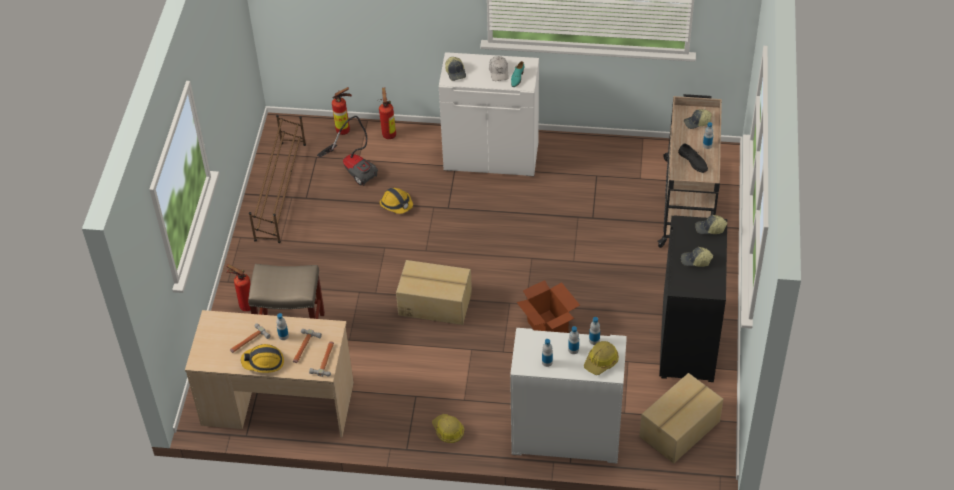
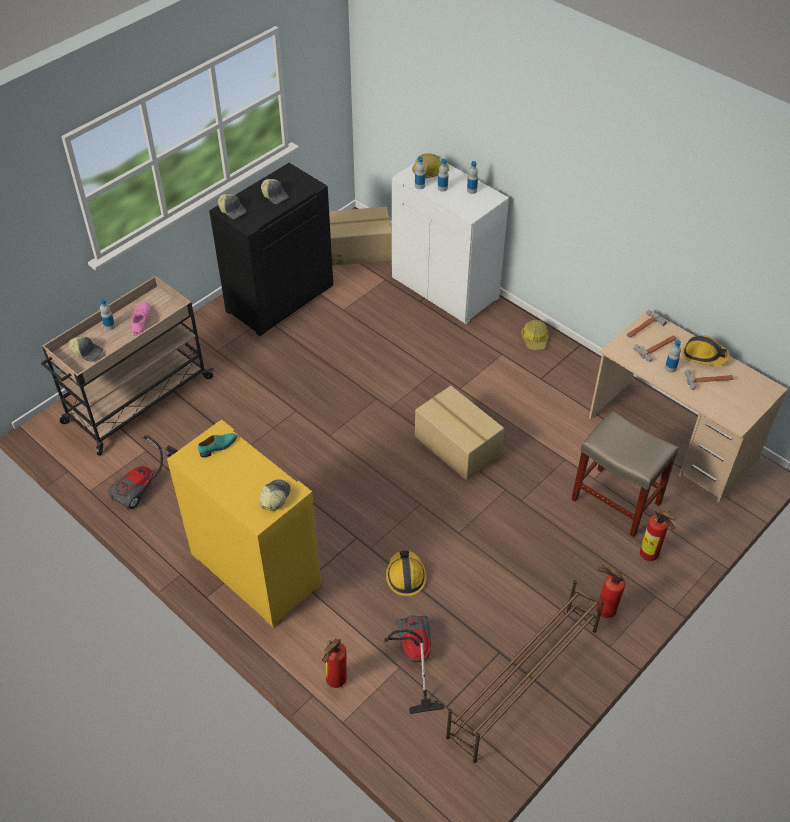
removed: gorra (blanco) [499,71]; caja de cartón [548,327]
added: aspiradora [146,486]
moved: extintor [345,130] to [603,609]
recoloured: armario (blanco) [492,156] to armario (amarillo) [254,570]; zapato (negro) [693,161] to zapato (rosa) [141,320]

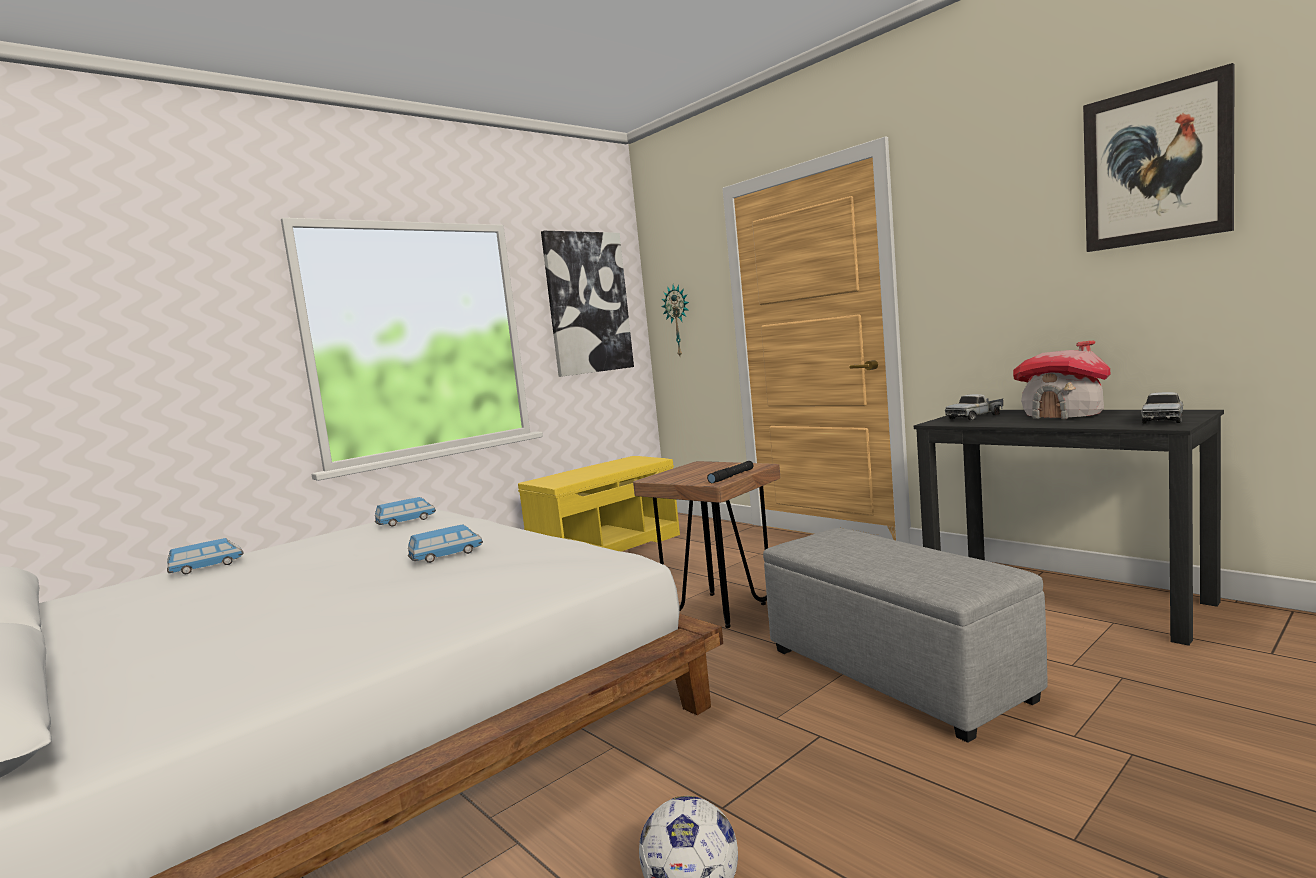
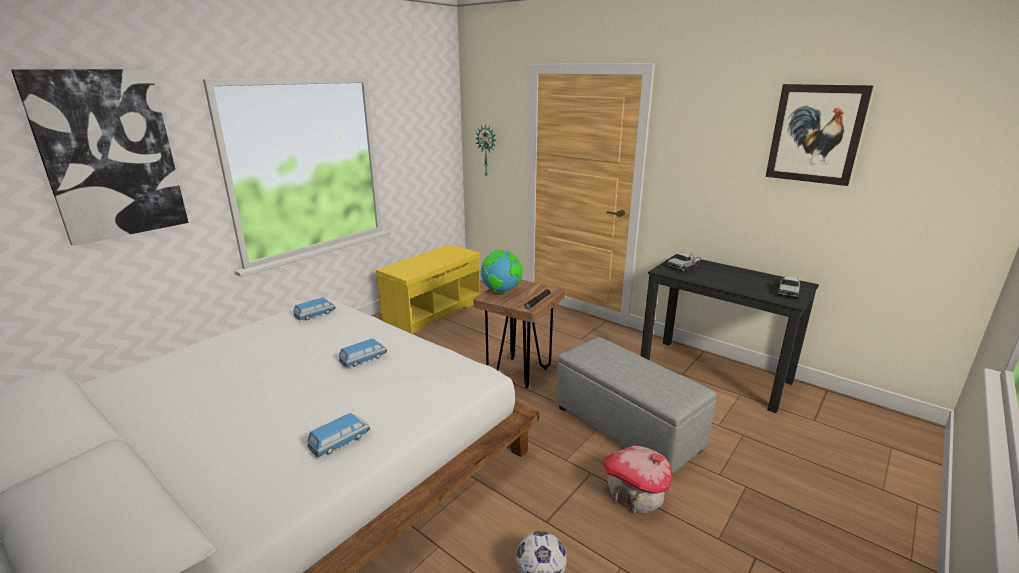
added: globo terráqueo [501,291]
moved: coche de juguete [207,567] to [340,442]; cuadro [587,303] to [110,155]; casita [1064,415] to [636,495]

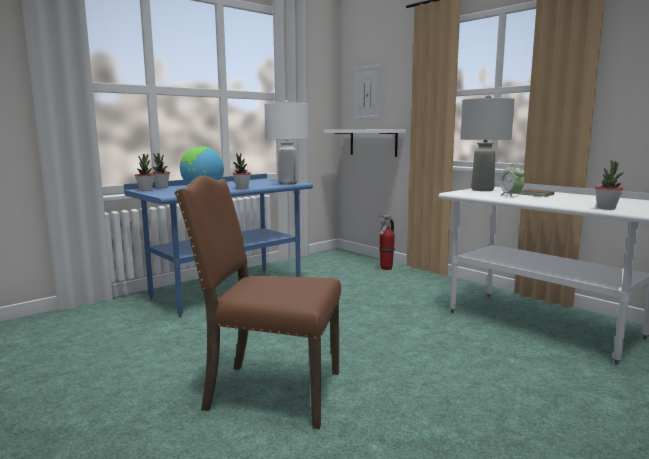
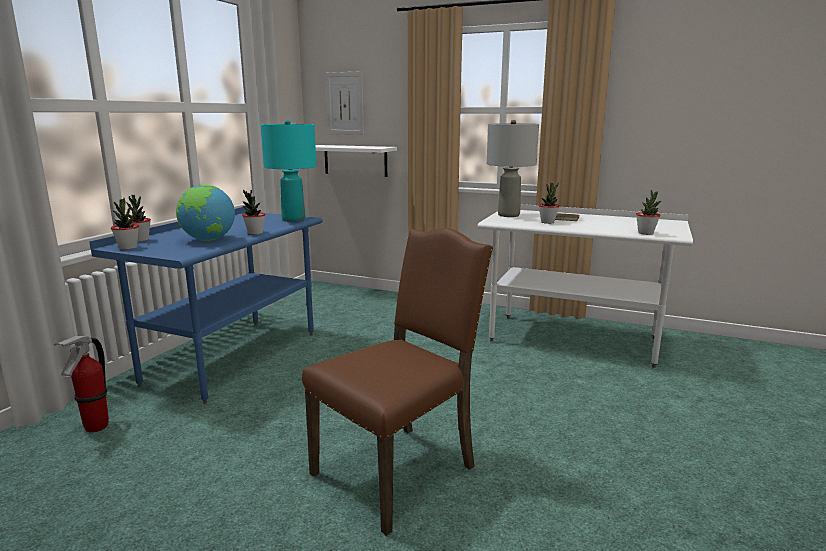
moved: extintor [386,268] to [96,427]
replaced: despertador [511,196] to planta en maceta [547,222]
recoloured: lámpara de mesa (blanco) [287,183] to lámpara de mesa (turquesa) [293,220]
turned: silla (marrón) [270,391] = [399,470] 150 degrees clockwise

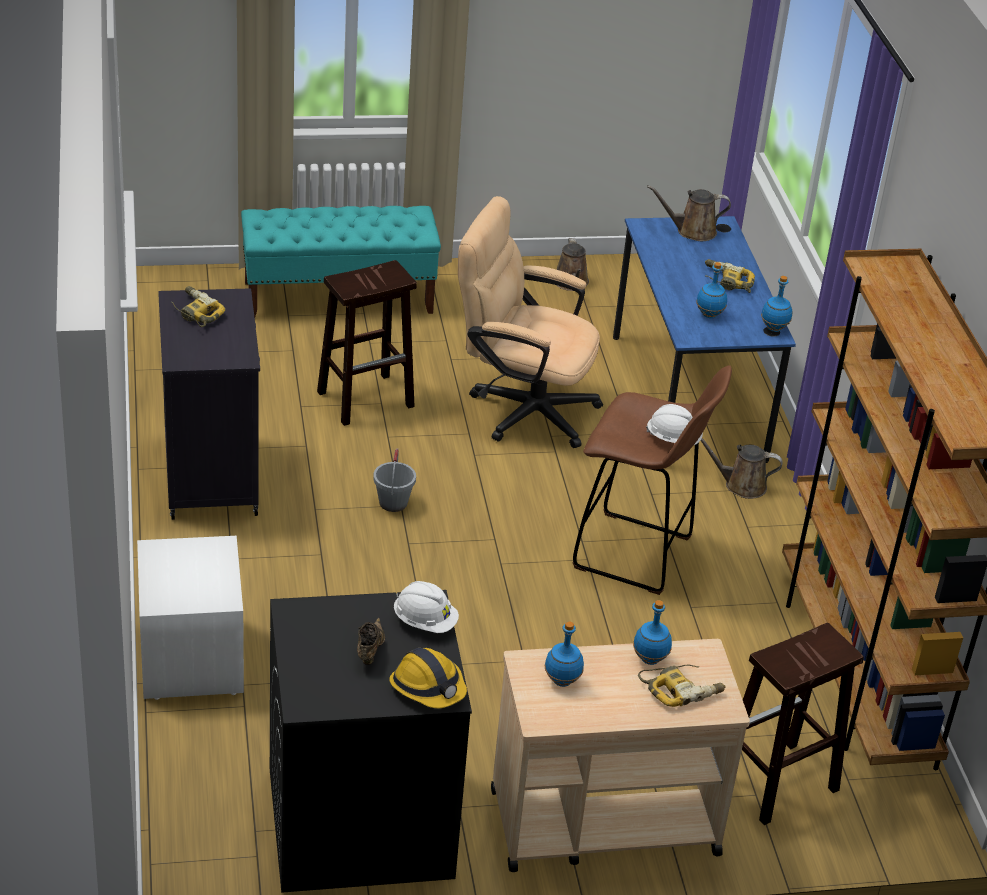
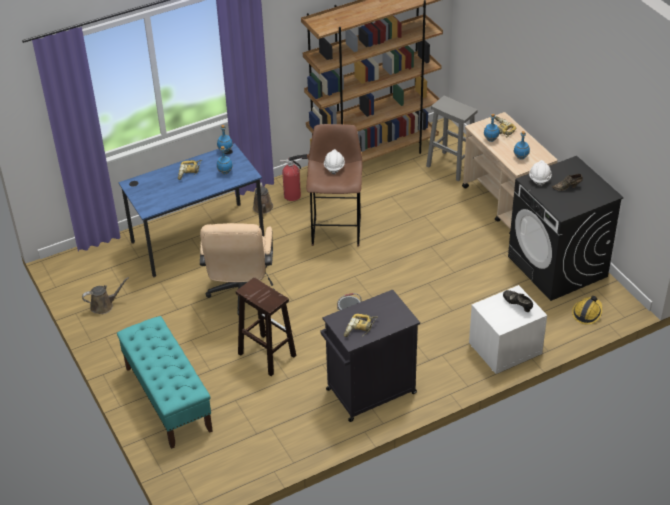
removed: regadera (marrón) [692,231]
added: extintor [294,195]; zapato (negro) [517,305]
moved: casco [428,688] to [587,313]
recoloured: taburete (marrón) [776,784] to taburete (gris) [452,166]

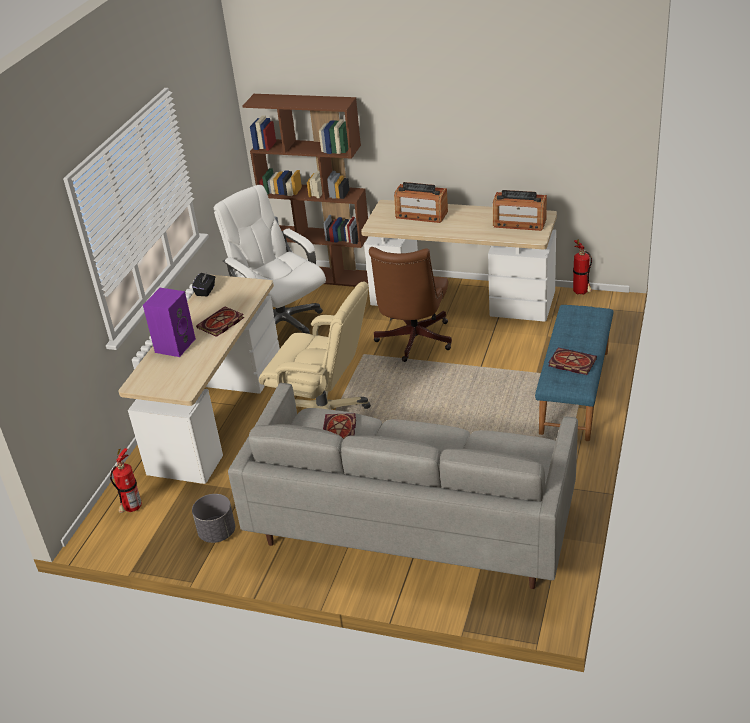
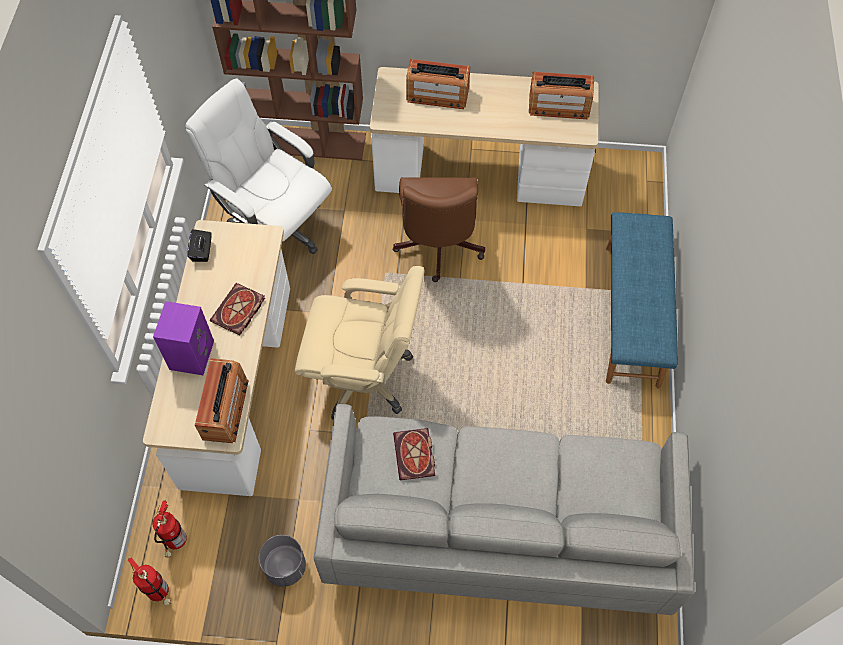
removed: libro [570,363]
added: radio [225,409]
moved: extintor [581,293] to [160,593]

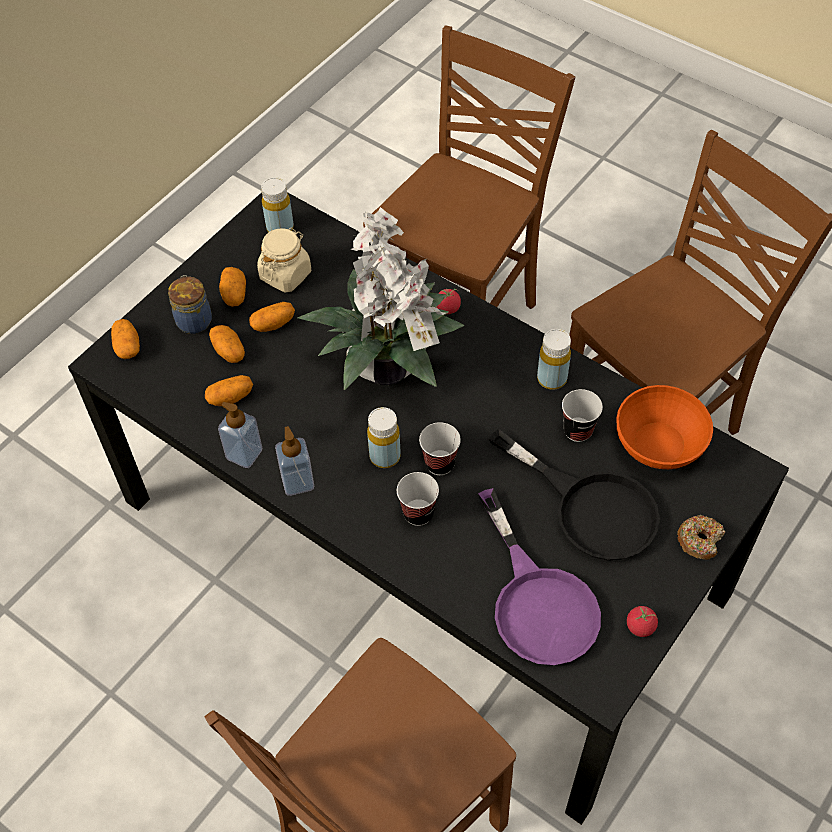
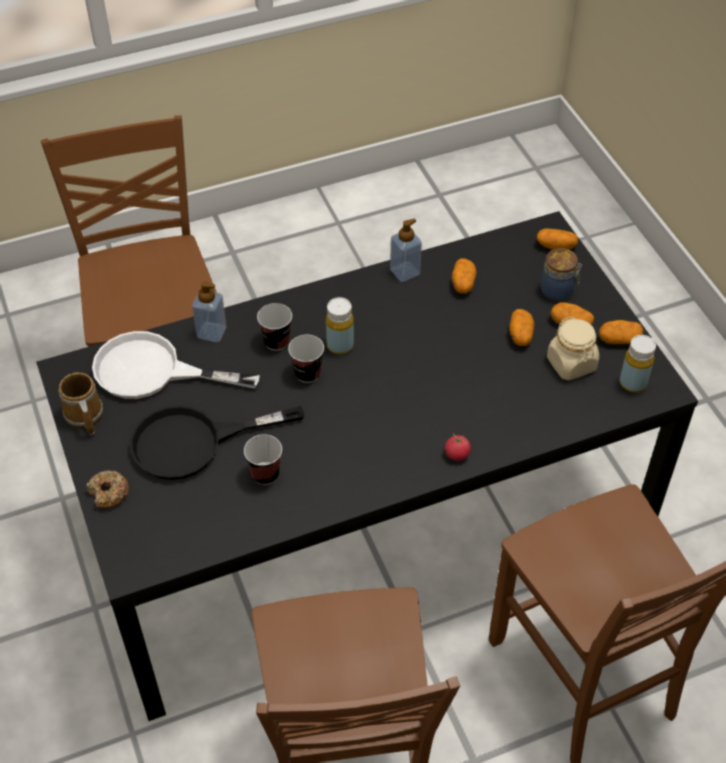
removed: planta en maceta [386,365]; botella (amarillo) [552,378]; cuenco (naranja) [659,443]
moved: patata [229,351] to [619,340]; dispensador de jabón [297,482] to [211,332]
replaced: tomate [640,626] to taza grande [83,416]
recoloured: sartén (morado) [538,601] to sartén (blanco) [153,371]

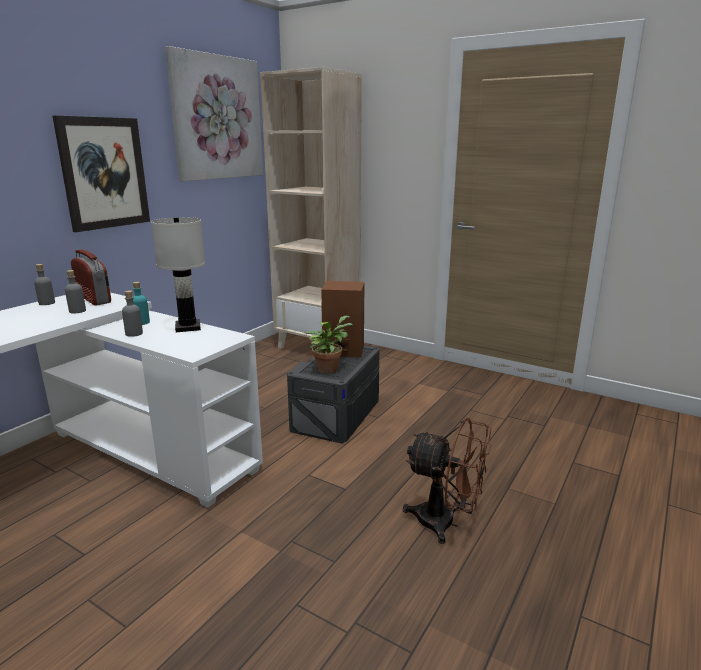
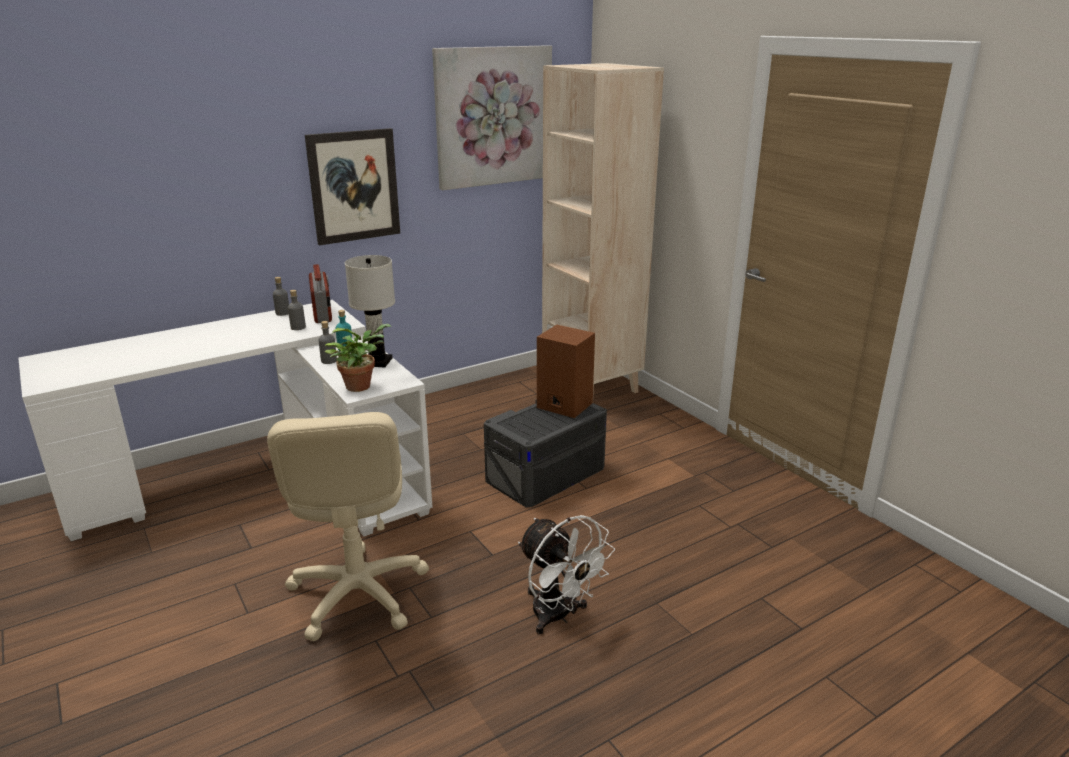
added: silla de oficina (beis) [357,593]
moved: planta en maceta [328,368] to [361,385]
recoloured: ventilador (marrón) [445,523] to ventilador (blanco) [559,616]

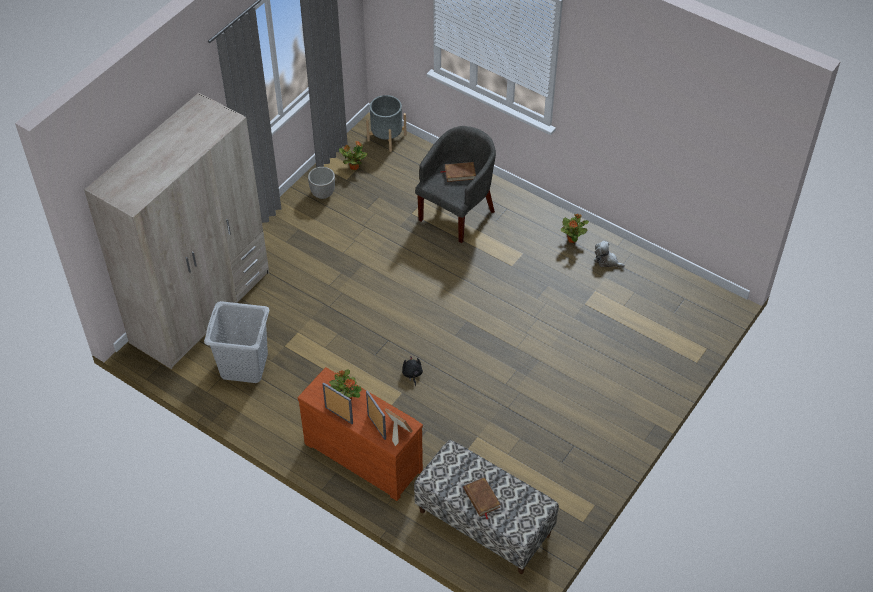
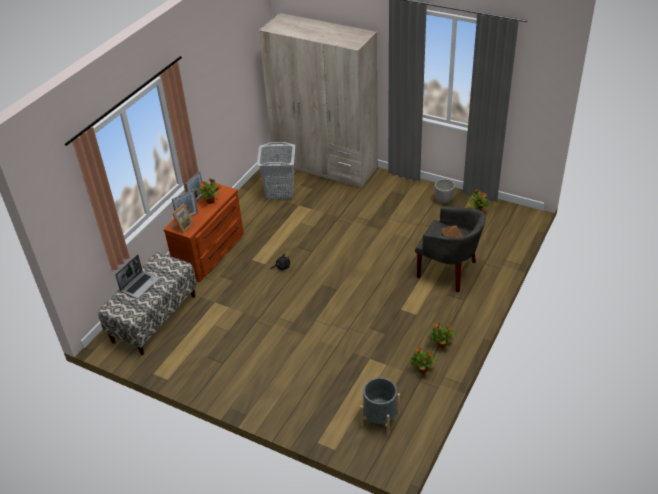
moved: maceta (gris) [386,137] to [380,419]
replaced: libro (marrón) [481,498] to portátil [140,285]; peluche [606,261] to planta en maceta [423,370]

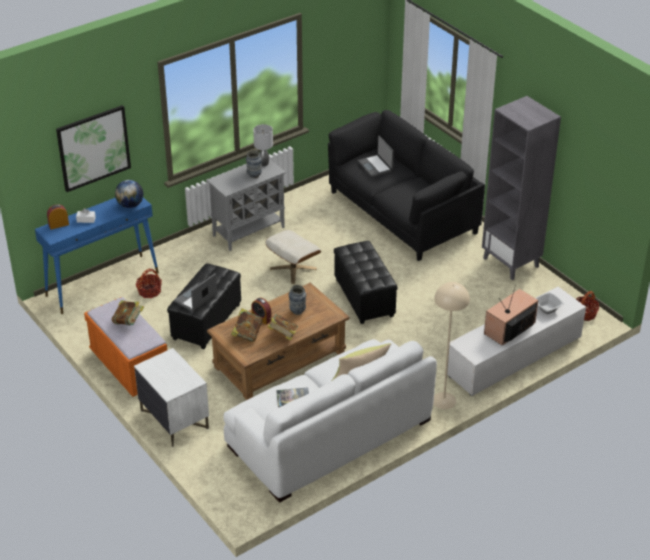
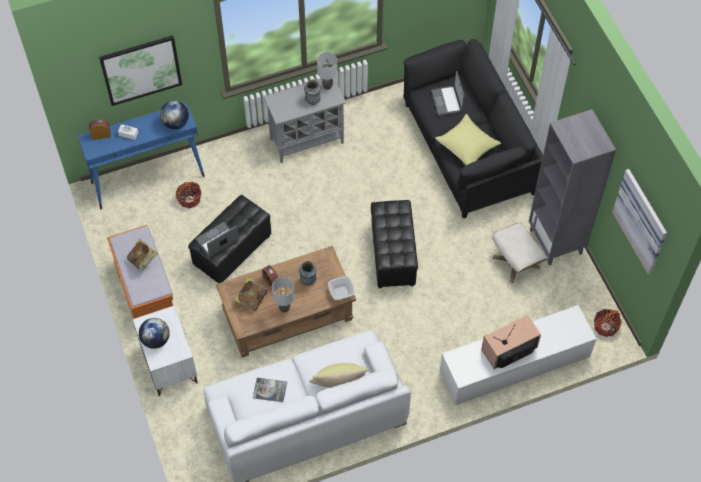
removed: lámpara de pie (beis) [444,401]
added: globo terráqueo [156,340]; cojín (amarillo) [467,147]; cuadro [642,220]
moved: puf (beis) [293,269] to [516,262]; cuenco [547,308] to [341,292]
replaced: libro [282,335] to lámpara de mesa (gris) [284,308]

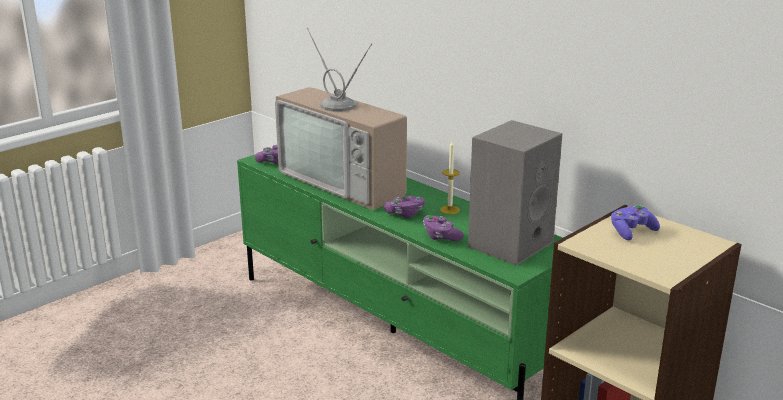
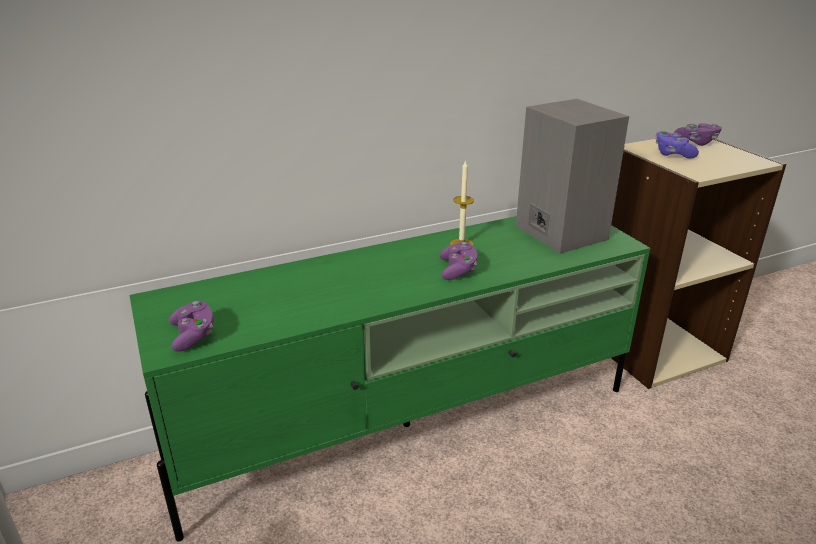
removed: televisor [348,181]
moved: mando de consola (morado) [441,237] to [696,142]

